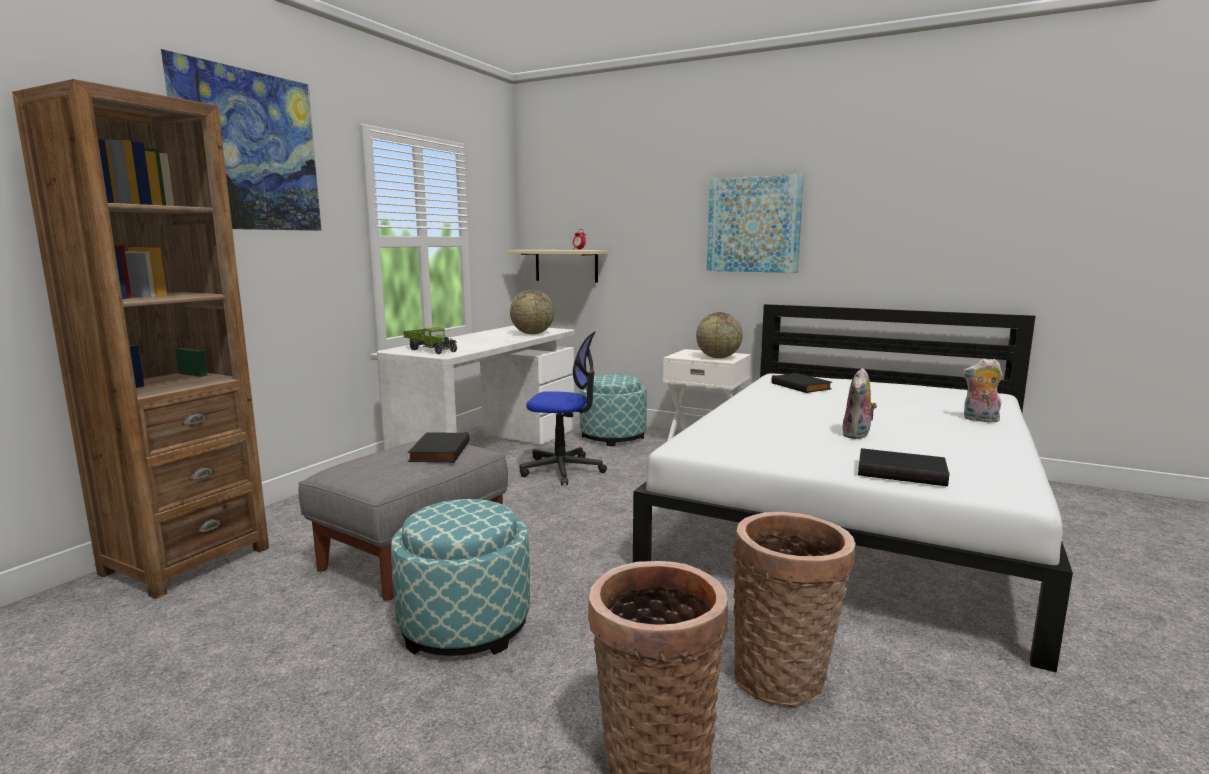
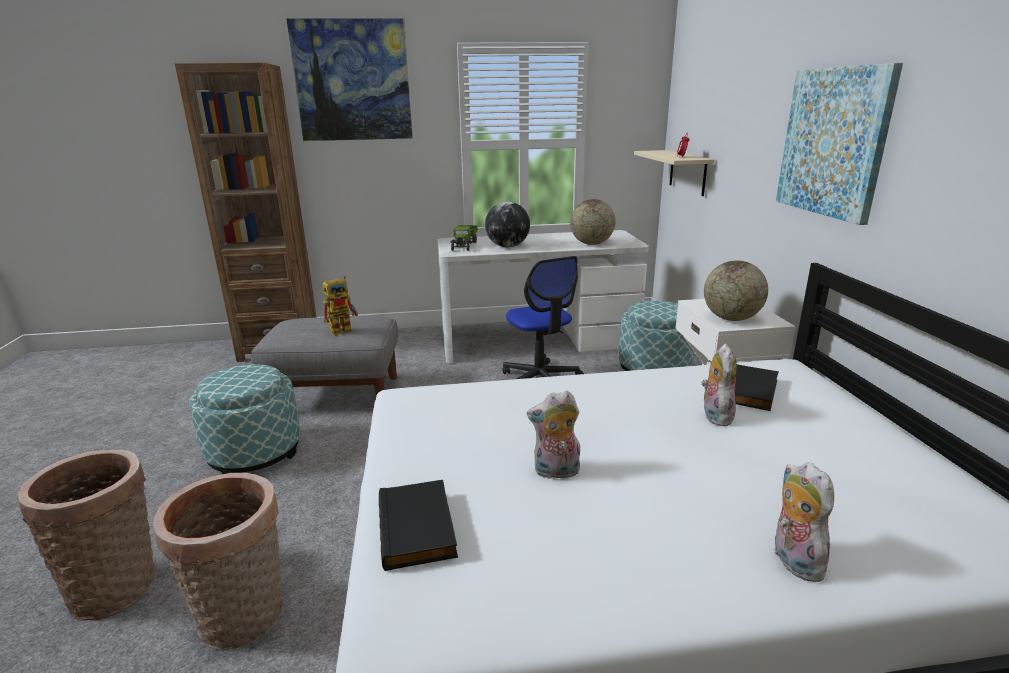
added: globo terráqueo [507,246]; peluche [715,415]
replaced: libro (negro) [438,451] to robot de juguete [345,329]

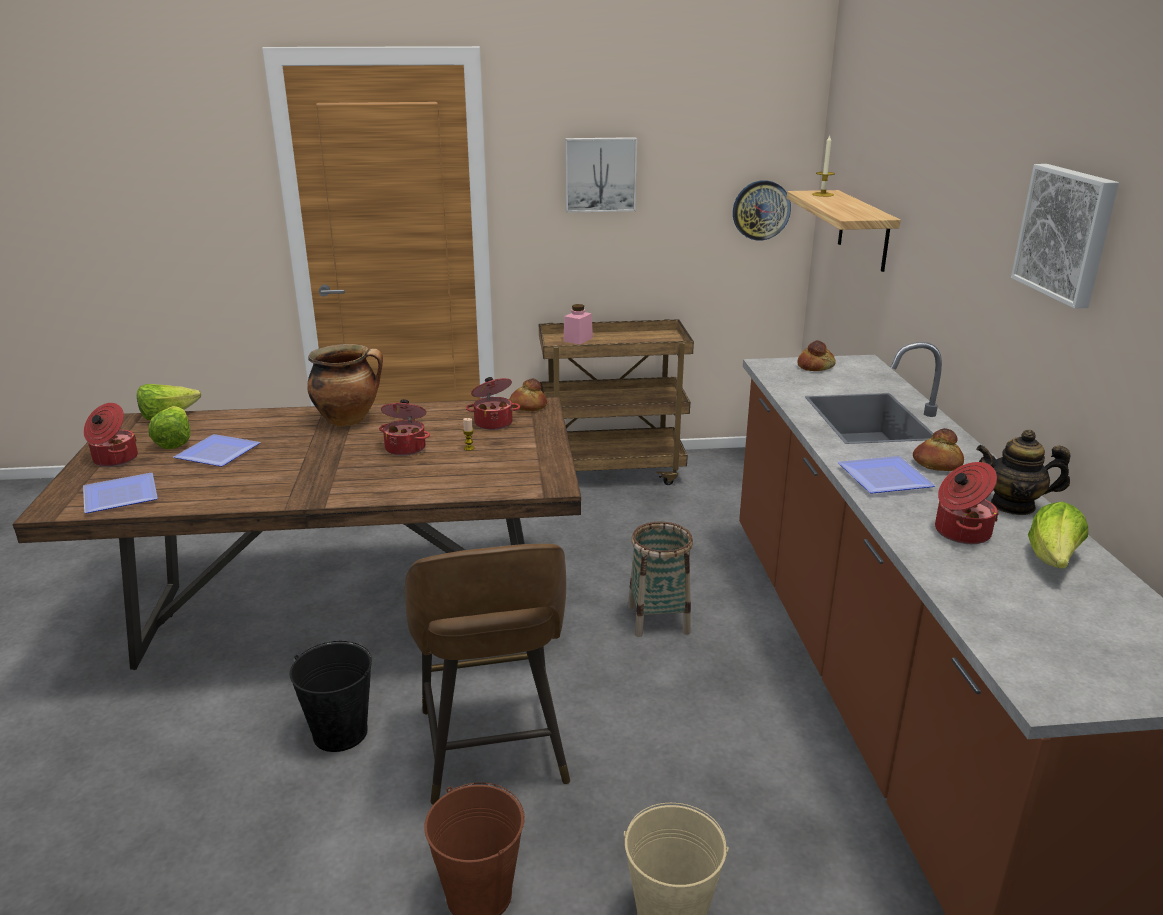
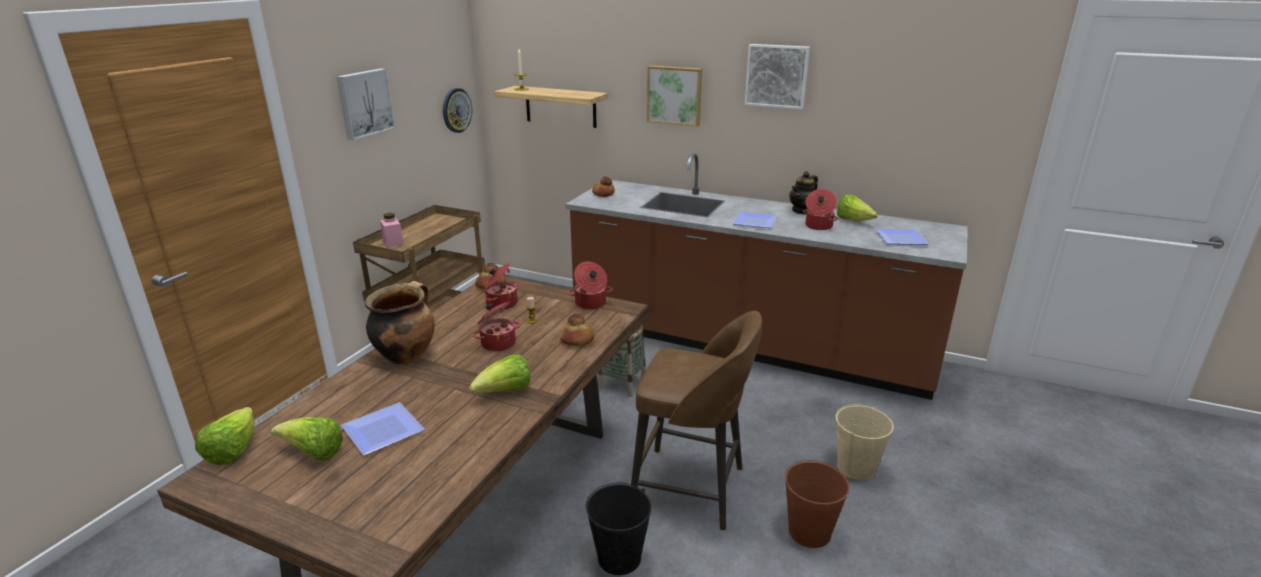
added: lechuga [505,392]; cuadro [675,95]
moved: plato [118,496] to [900,240]; olla [114,459] to [590,304]; pan [936,464] to [577,340]

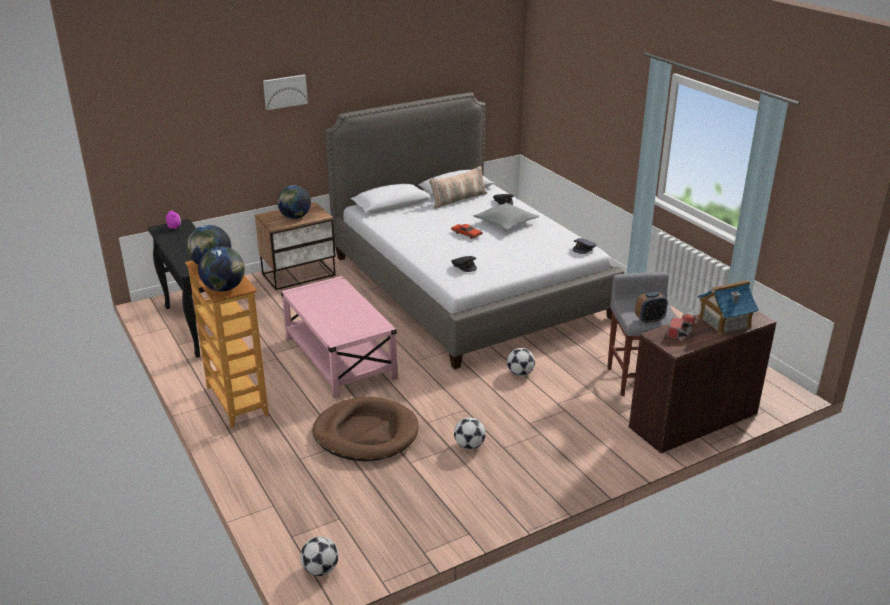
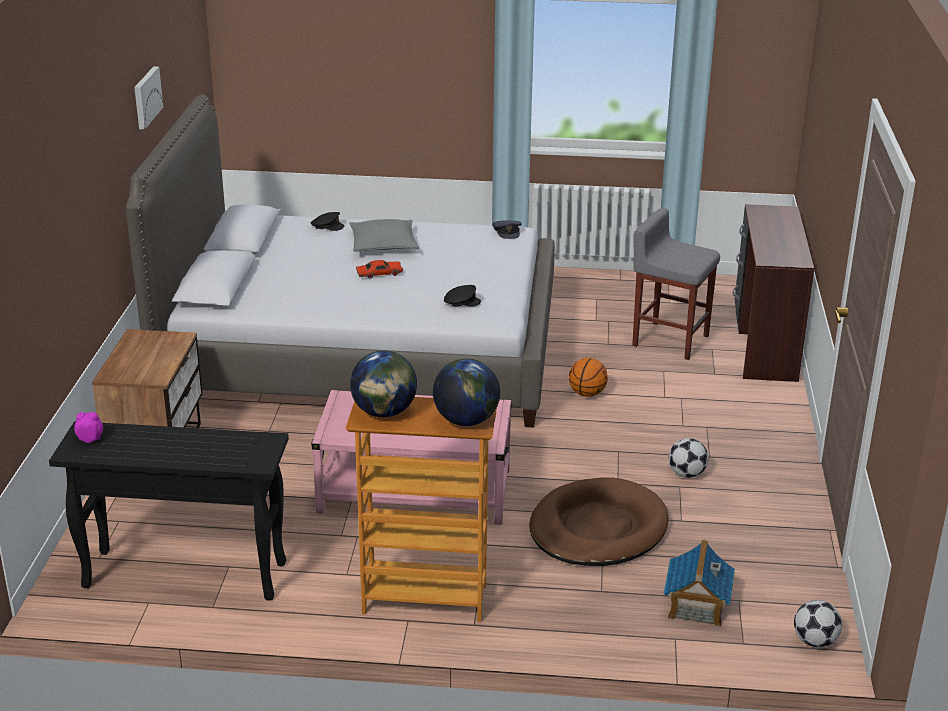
removed: globo terráqueo [295,217]; cojín [458,199]; despertador [649,320]; linterna [681,331]
moved: cuadro [285,91] to [146,97]; casita [724,322] to [696,606]
replaced: balón de fútbol [520,373] to balón de baloncesto [587,394]

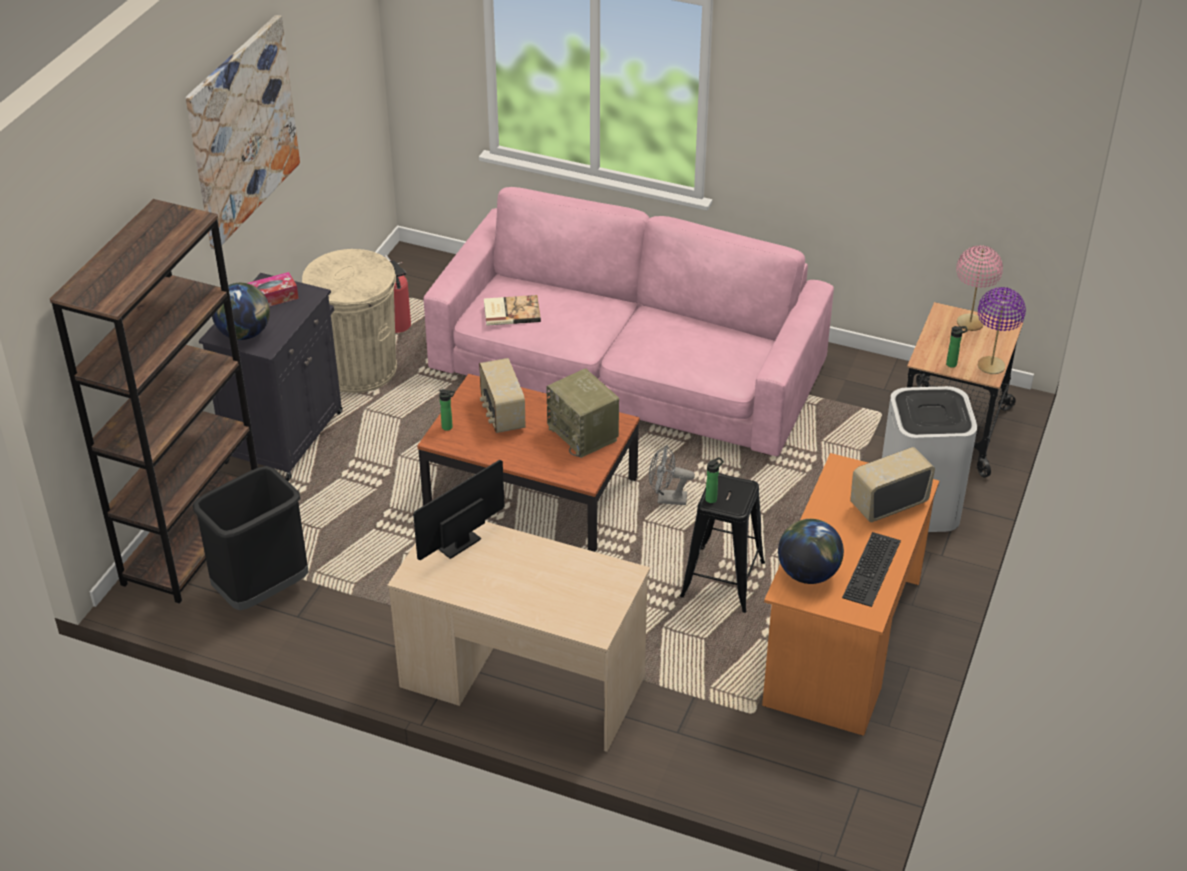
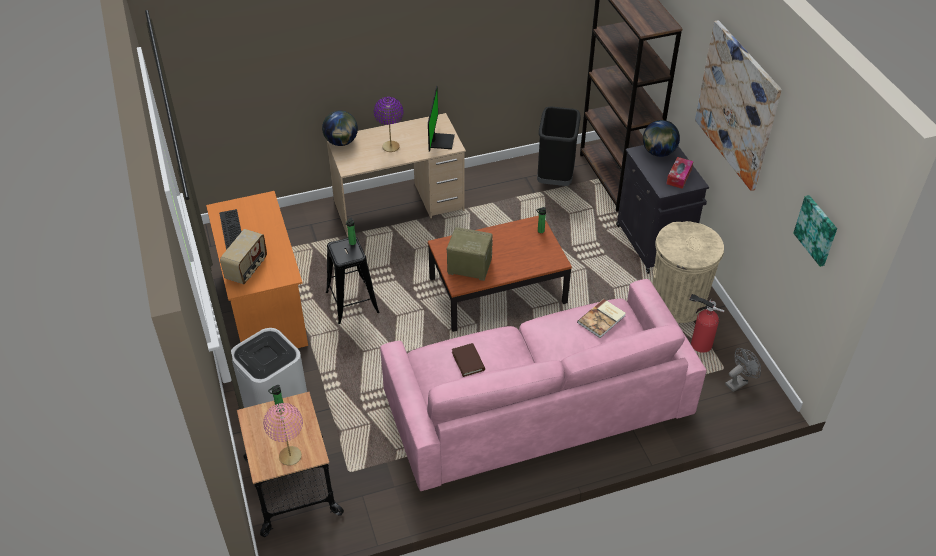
removed: radio [502,414]
added: libro (marrón) [468,361]; cuadro [817,230]
moved: ventilador (gris) [666,499] to [738,382]; globo terráqueo [808,573] to [341,142]; lámpara de mesa (morado) [991,366] to [390,147]

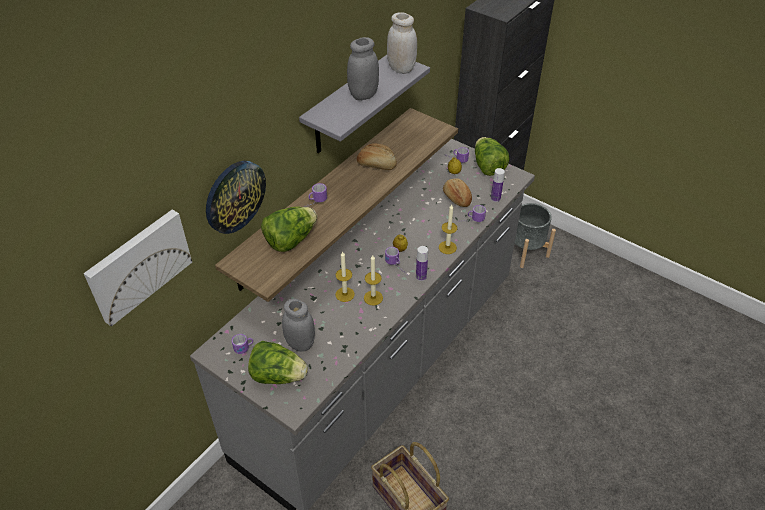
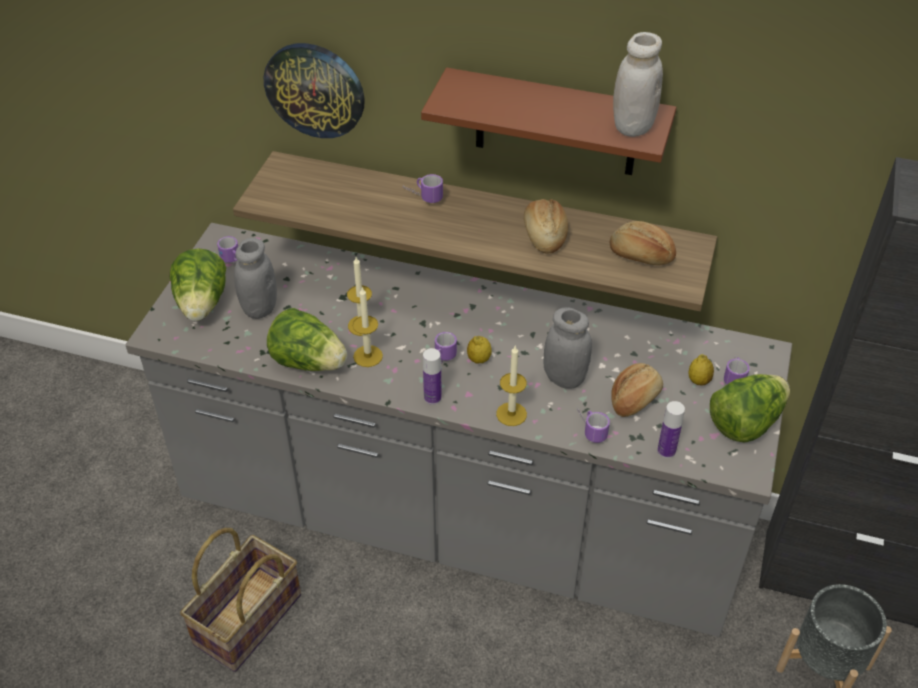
removed: cuadro [138,265]
added: pan [640,256]
moved: lechuga [291,240] to [309,362]; tarro (gris) [363,95] to [564,378]
recoloured: estante (gris) [348,105] to estante (marrón) [556,123]

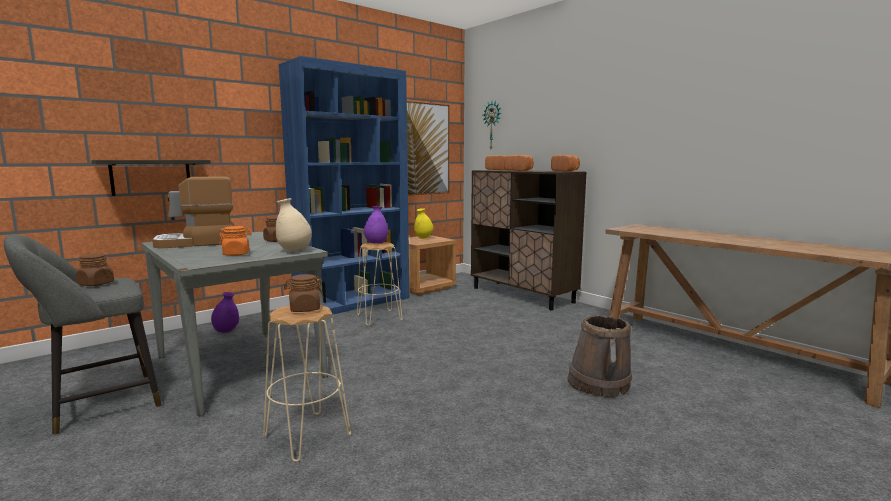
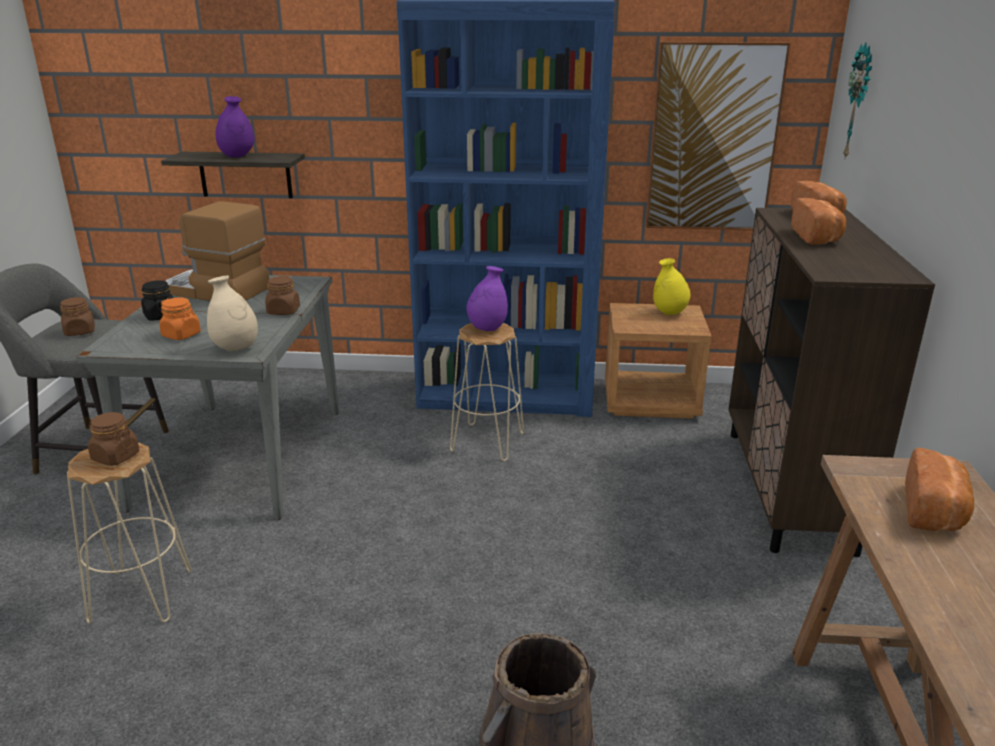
added: tarro (negro) [160,316]
moved: florero (morado) [226,331] to [237,156]; pan [566,171] to [935,512]

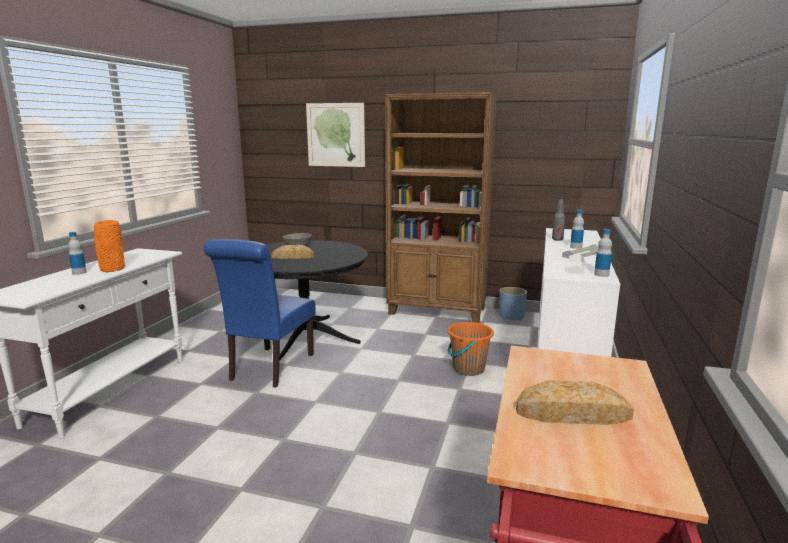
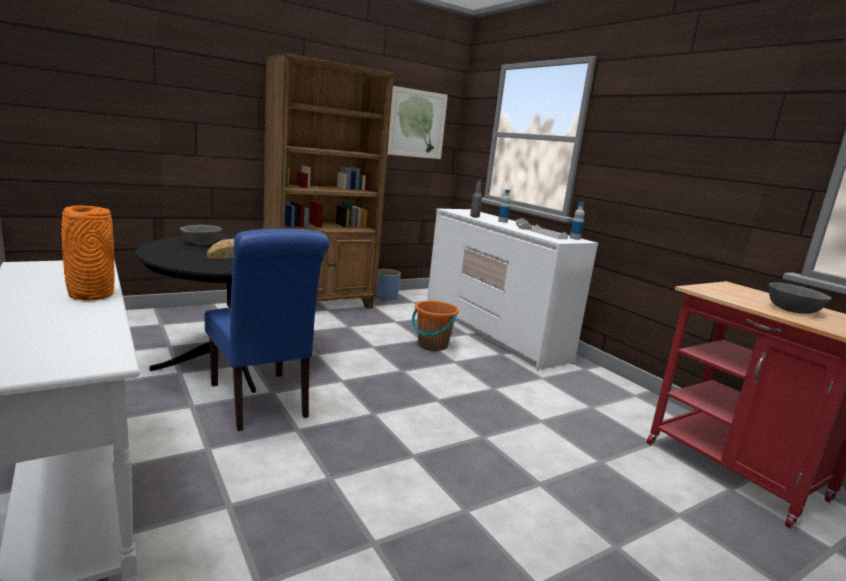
removed: botella [79,273]
moved: cuadro [335,135] to [417,124]
replaced: pan [573,414] to cuenco (gris) [793,310]

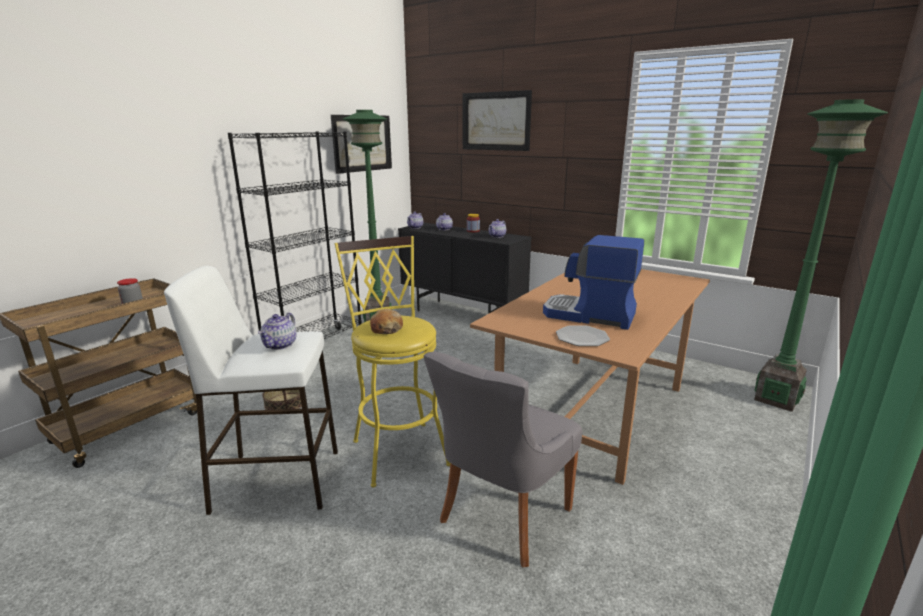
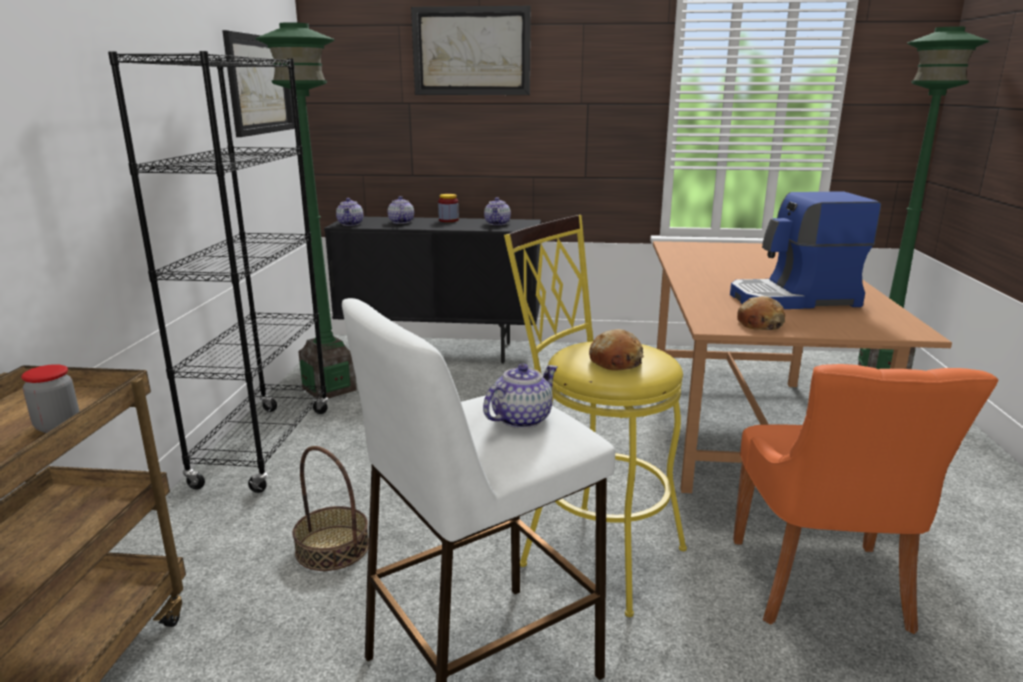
removed: plato [582,337]
added: pan [760,324]
recoloured: silla (gris) [502,517] to silla (naranja) [821,587]
turned: tetera [280,345] = [521,419] 120 degrees counterclockwise

